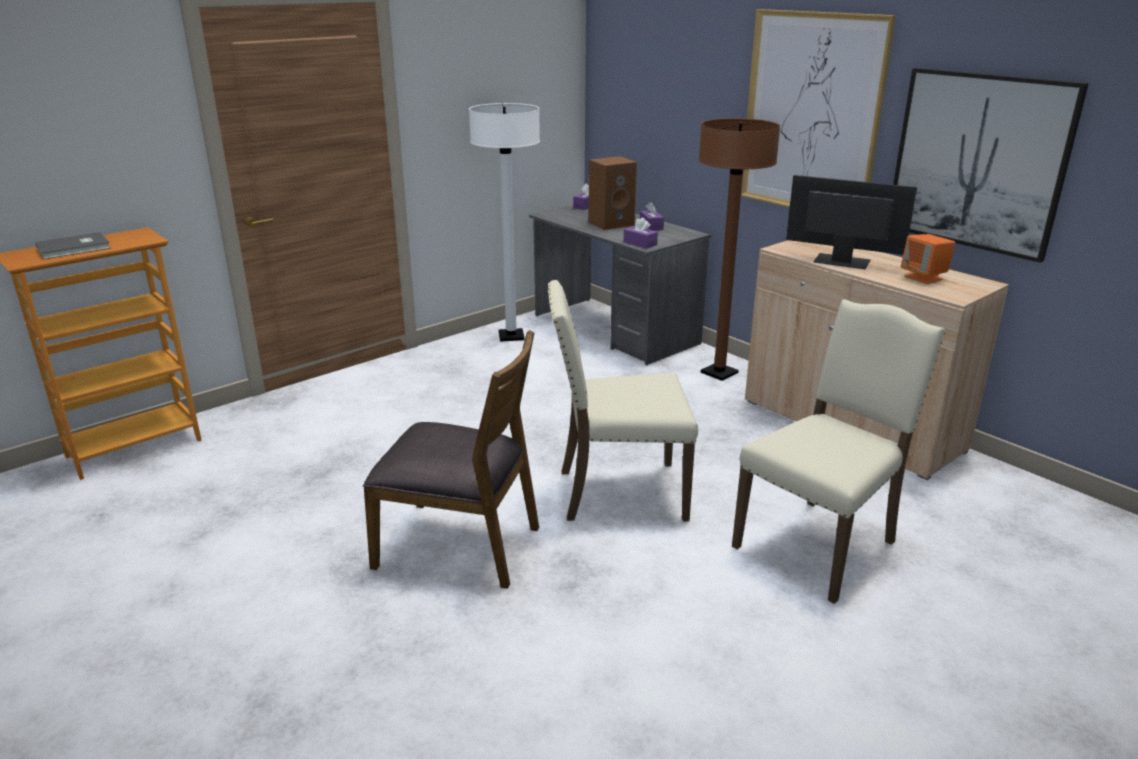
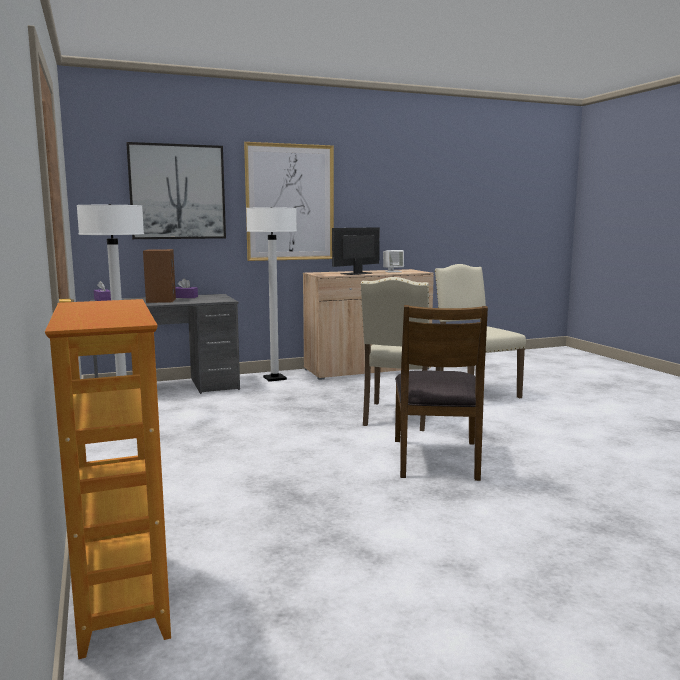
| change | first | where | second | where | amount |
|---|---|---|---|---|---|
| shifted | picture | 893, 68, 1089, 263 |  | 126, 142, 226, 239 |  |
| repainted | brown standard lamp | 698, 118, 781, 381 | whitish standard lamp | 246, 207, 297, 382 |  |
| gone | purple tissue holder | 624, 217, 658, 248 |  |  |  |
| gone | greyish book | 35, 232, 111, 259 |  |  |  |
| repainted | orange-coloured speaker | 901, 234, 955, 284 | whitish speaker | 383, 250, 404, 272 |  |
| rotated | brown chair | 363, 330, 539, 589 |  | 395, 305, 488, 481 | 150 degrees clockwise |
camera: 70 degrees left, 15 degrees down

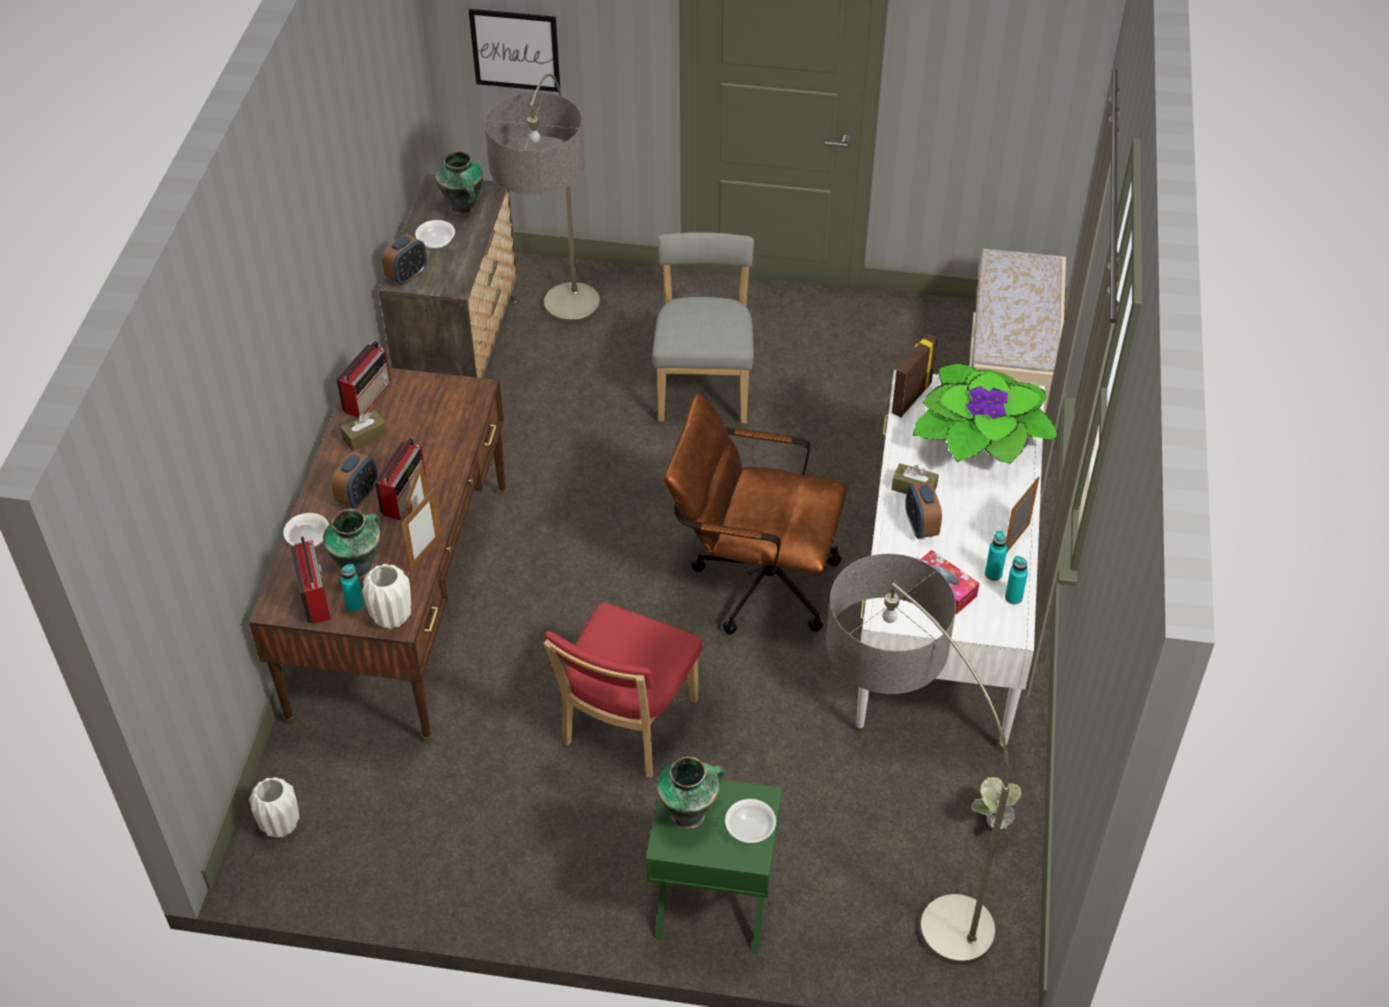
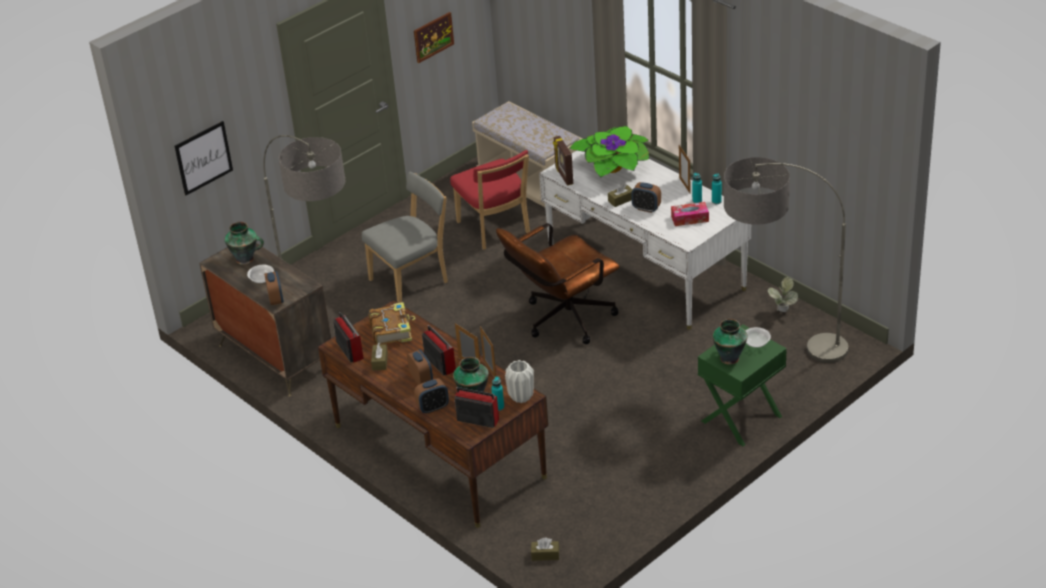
| change | first | where | second | where | amount |
|---|---|---|---|---|---|
| rotated | greyish chair | 652, 232, 754, 423 |  | 362, 172, 448, 303 | 105 degrees clockwise |
| swapped | bowl | 283, 513, 329, 547 | alarm clock | 414, 378, 449, 414 |  |
| shifted | reddish chair | 544, 602, 702, 777 |  | 450, 150, 530, 250 |  |
| swapped | whitish flower vase | 249, 777, 299, 838 | brown tissue holder | 531, 538, 559, 561 |  |
| new |  |  | picture | 414, 12, 454, 63 |  |
| new |  |  | book | 369, 302, 416, 345 |  |
camera: 50 degrees left, 10 degrees down

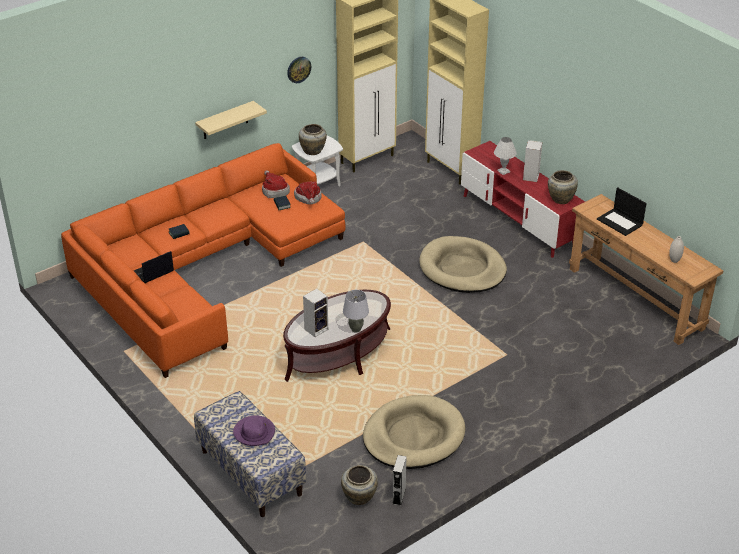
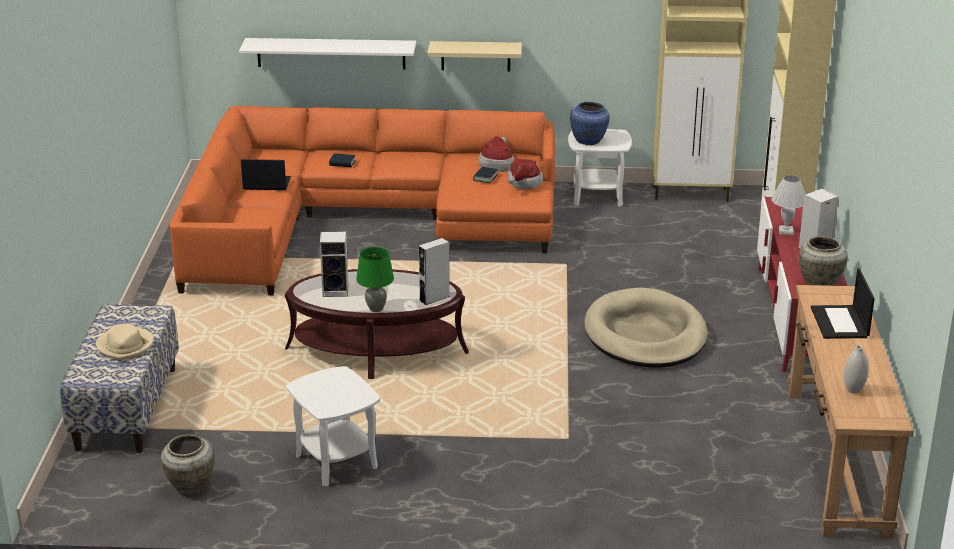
| change | first | where | second | where | amount |
|---|---|---|---|---|---|
| gone | clock on the wall | 287, 57, 311, 83 |  |  |  |
| repainted | sand-coloured flower vase | 299, 124, 327, 155 | blue flower vase | 570, 102, 610, 145 |  |
| repainted | greyish lamp for a table | 343, 290, 369, 332 | green lamp for a table | 356, 247, 394, 312 |  |
| swapped | sand-coloured pet bed | 363, 395, 465, 469 | whitish side table | 286, 366, 380, 486 |  |
| repainted | purple clothing hat | 233, 415, 275, 446 | sand-coloured clothing hat | 96, 324, 154, 360 |  |
| shifted | greyish speaker | 392, 455, 407, 506 |  | 419, 238, 450, 305 |  |
| new |  |  | whitish shelf | 239, 38, 416, 69 |  |
camera: 40 degrees right, 10 degrees down

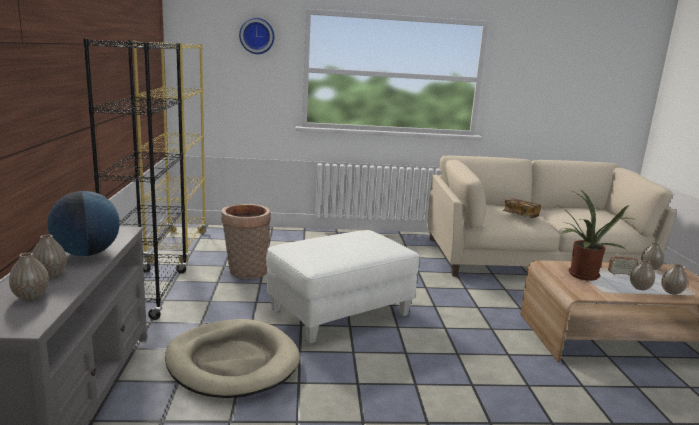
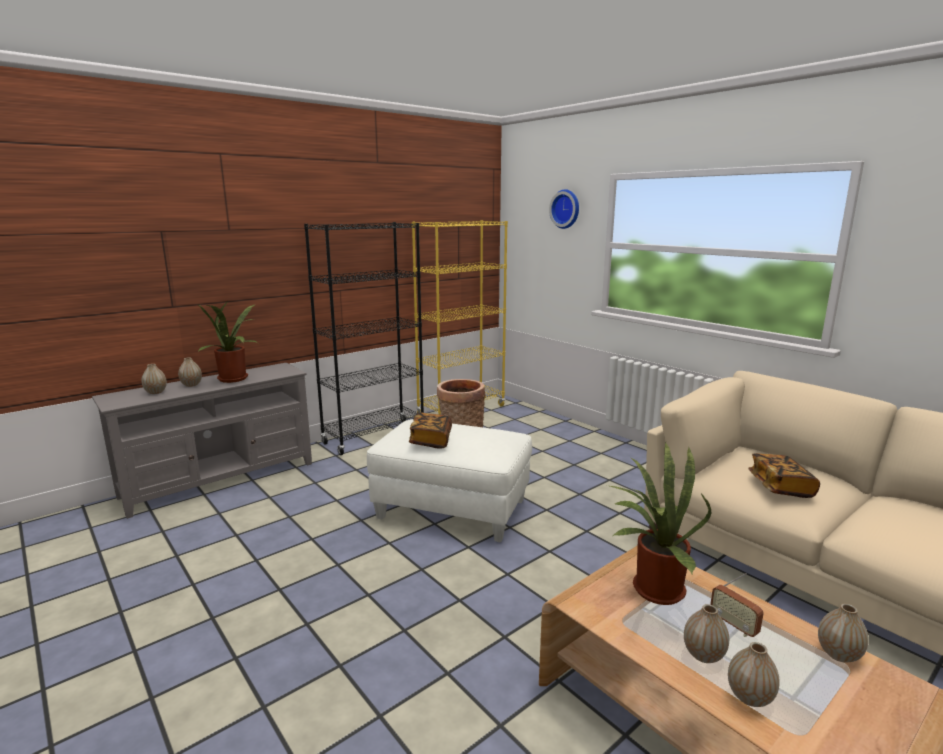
| change | first | where | second | where | amount |
|---|---|---|---|---|---|
| swapped | desk globe | 47, 191, 120, 256 | houseplant | 198, 301, 258, 383 |  |
| gone | sand-coloured pet bed | 165, 319, 300, 398 |  |  |  |
| new |  |  | book | 409, 413, 452, 449 |  |
camera: 55 degrees right, 0 degrees up

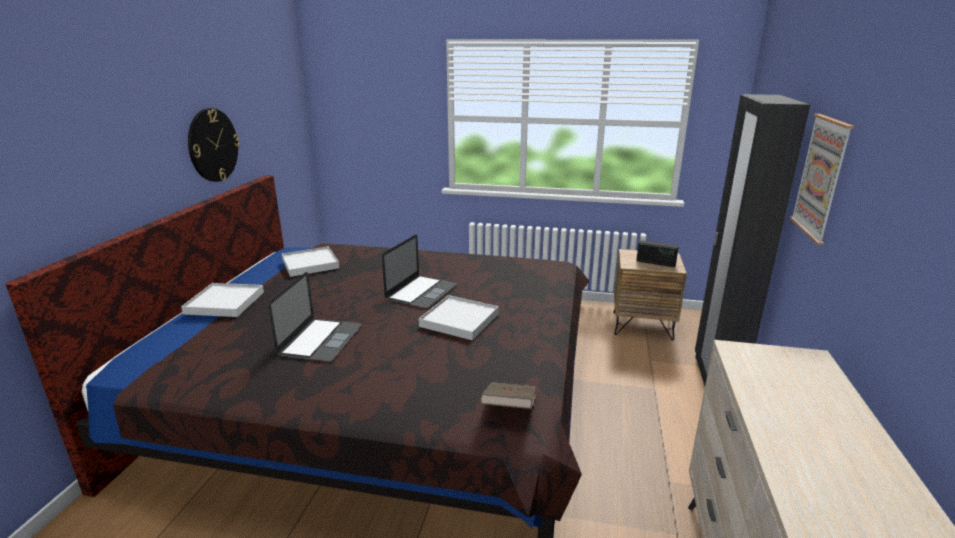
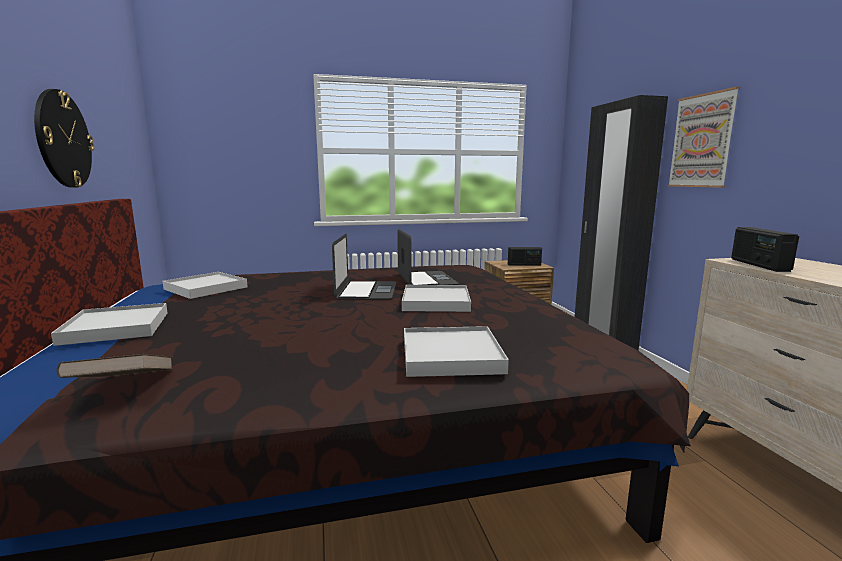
| change | first | where | second | where | amount |
|---|---|---|---|---|---|
| shifted | notebook computer | 268, 272, 362, 362 |  | 397, 229, 459, 285 |  |
| shifted | brown book | 480, 382, 536, 409 |  | 56, 354, 173, 378 |  |
| new |  |  | radio receiver | 731, 227, 799, 272 |  |
| new |  |  | whitish tray | 404, 326, 509, 377 |  |
camera: 25 degrees left, 10 degrees down

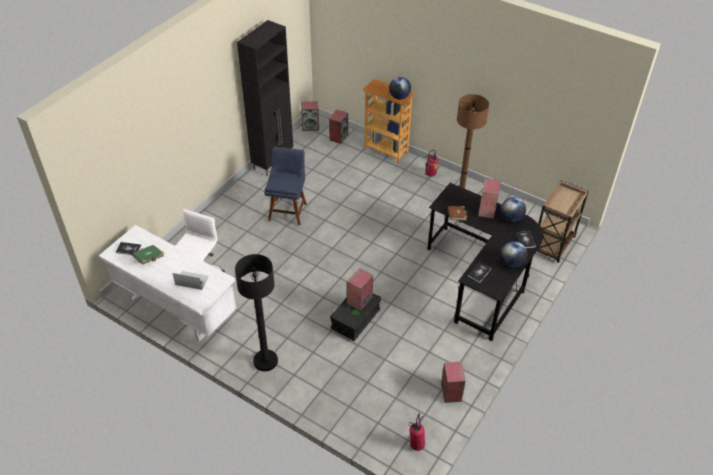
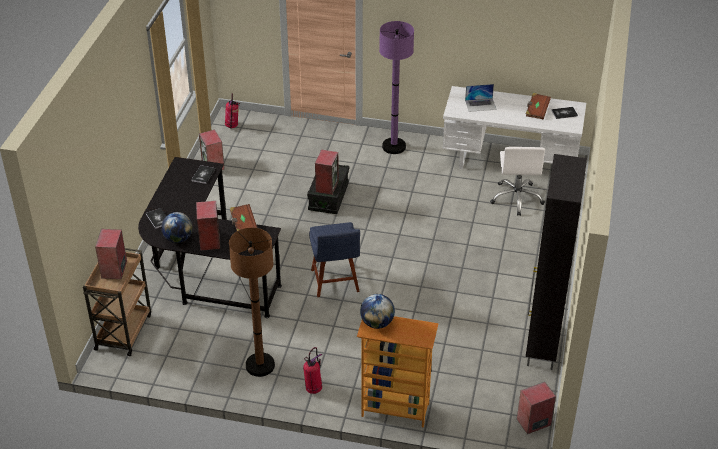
| change | first | where | second | where | amount |
|---|---|---|---|---|---|
| shifted | speaker | 329, 109, 348, 144 |  | 95, 229, 127, 279 |  |
| shifted | blue chair | 264, 147, 307, 225 |  | 309, 222, 360, 297 |  |
| gone | desk globe | 501, 241, 527, 268 |  |  |  |
| repainted | green book | 132, 245, 164, 265 | brown book | 526, 93, 551, 119 |  |
| repainted | black-coloured standard lamp | 235, 254, 278, 371 | purple standard lamp | 379, 21, 414, 154 |  |
camera: 160 degrees right, 5 degrees down

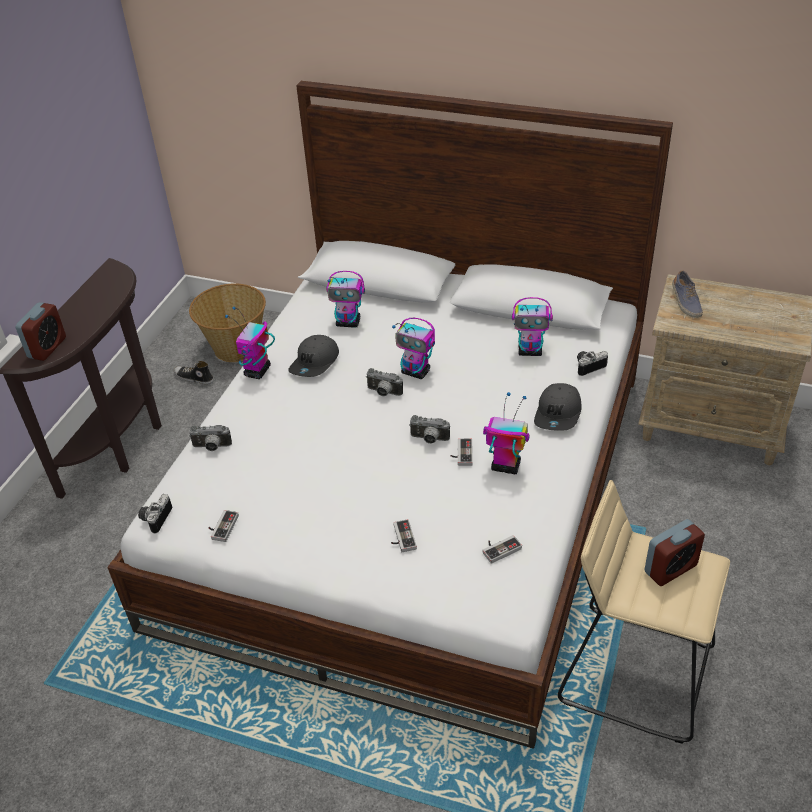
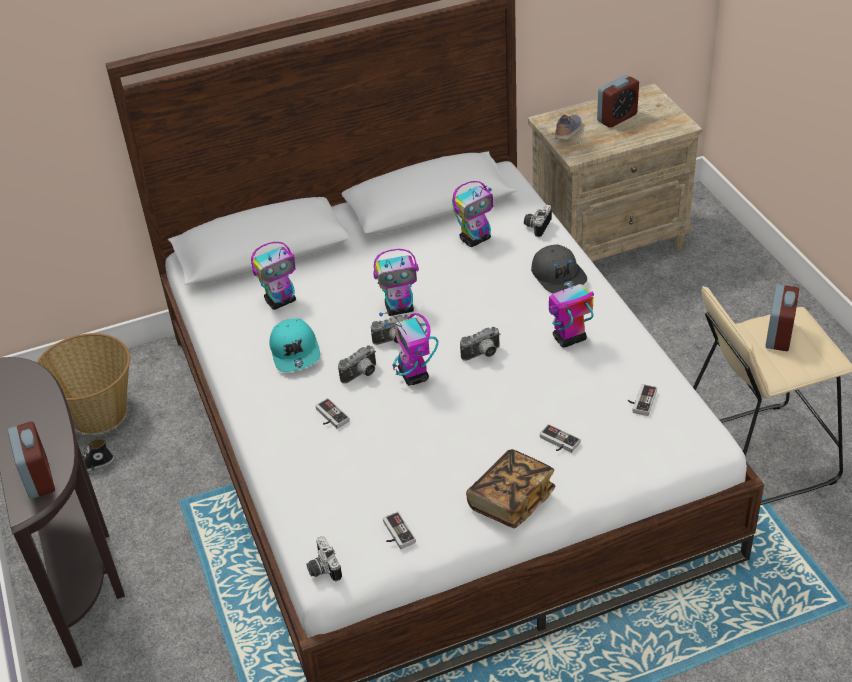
| change | first | where | second | where | amount |
|---|---|---|---|---|---|
| rotated | item of footwear | 672, 270, 703, 318 |  | 555, 115, 583, 139 | 105 degrees counterclockwise |
| shifted | toy robot | 225, 307, 275, 379 |  | 379, 313, 438, 385 |  |
| repainted | greyish baseball cap | 288, 335, 339, 377 | turquoise-coloured baseball cap | 269, 319, 320, 372 |  |
| shifted | still camera | 189, 425, 232, 451 |  | 338, 345, 376, 384 |  |
| shifted | gamepad | 451, 439, 473, 466 |  | 316, 398, 350, 429 |  |
| new |  |  | alarm clock | 597, 75, 639, 128 |  |
| new |  |  | book | 466, 449, 555, 528 |  |
camera: 40 degrees left, 0 degrees up

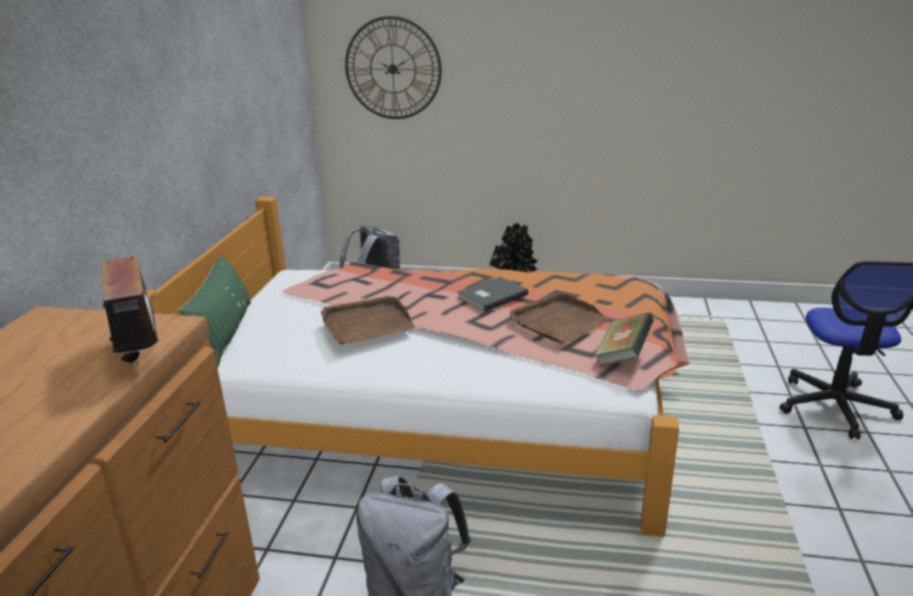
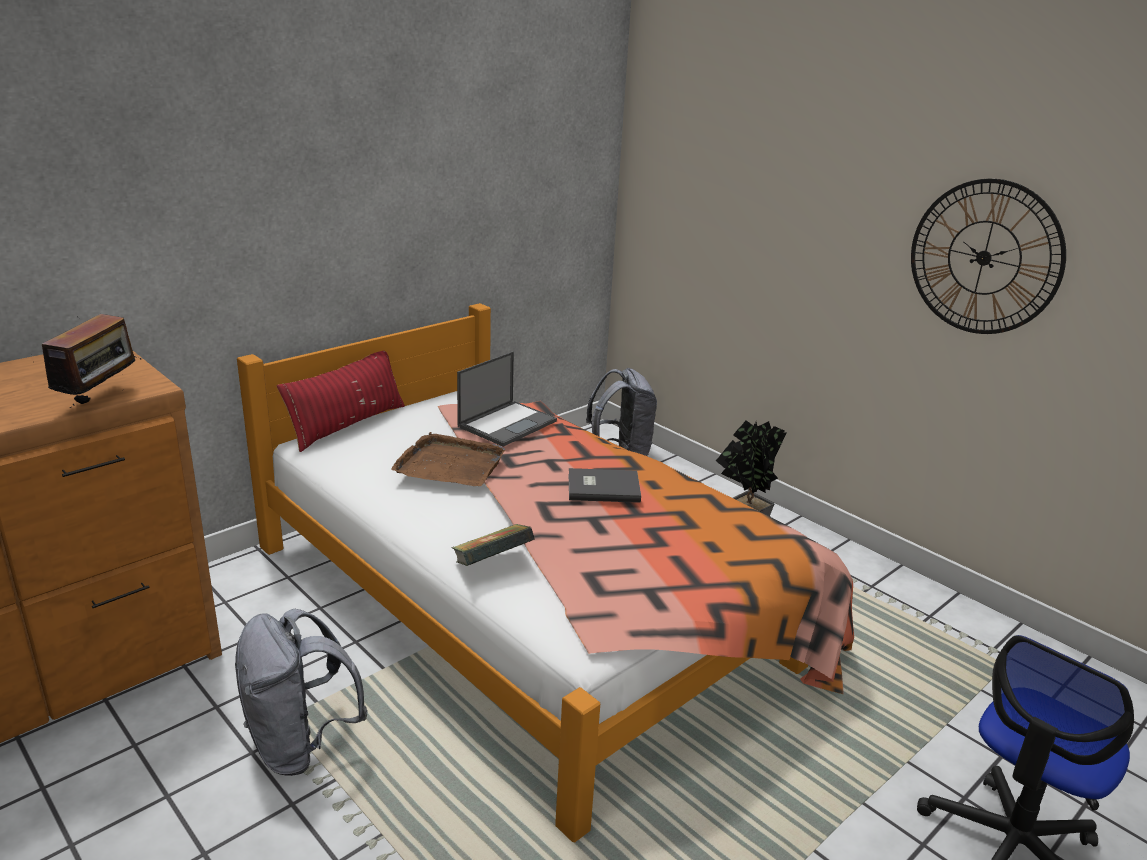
| change | first | where | second | where | amount |
|---|---|---|---|---|---|
| shifted | clock on the wall | 345, 16, 442, 119 |  | 911, 179, 1066, 334 |  |
| repainted | green cushion | 178, 256, 251, 368 | reddish cushion | 277, 351, 405, 452 |  |
| gone | brown tray | 510, 293, 610, 344 |  |  |  |
| shifted | book | 594, 313, 654, 366 |  | 451, 524, 535, 566 |  |
| new |  |  | notebook computer | 457, 351, 557, 447 |  |
camera: 35 degrees right, 0 degrees up

